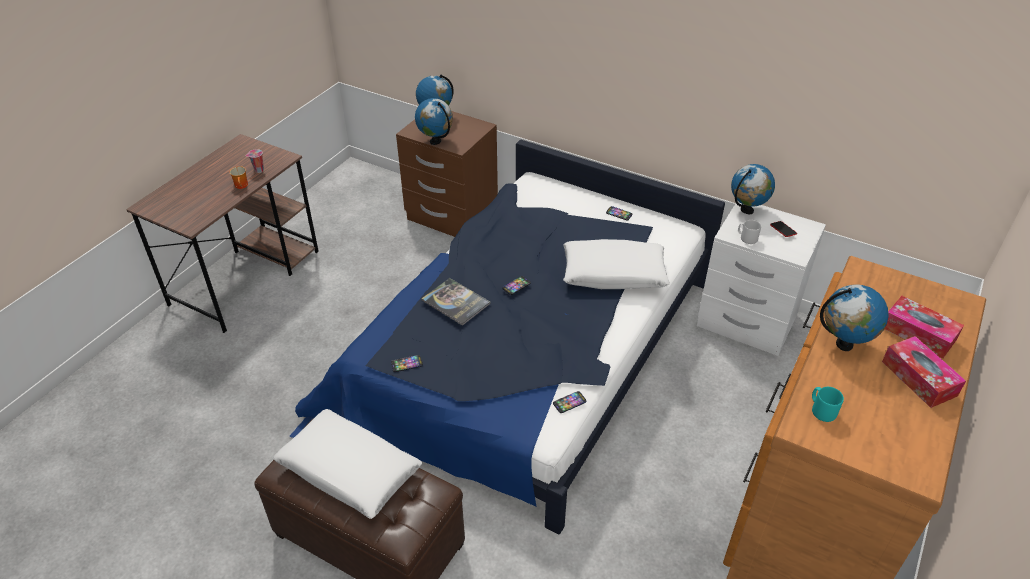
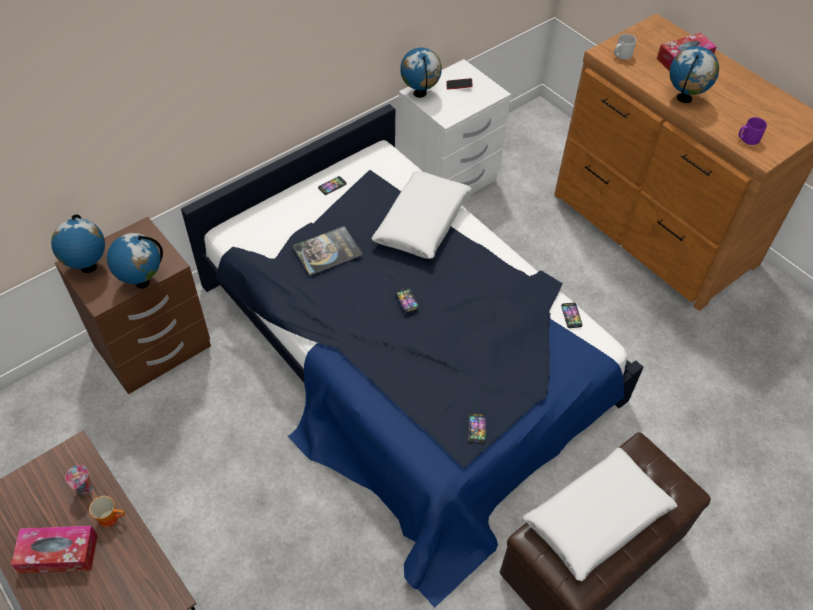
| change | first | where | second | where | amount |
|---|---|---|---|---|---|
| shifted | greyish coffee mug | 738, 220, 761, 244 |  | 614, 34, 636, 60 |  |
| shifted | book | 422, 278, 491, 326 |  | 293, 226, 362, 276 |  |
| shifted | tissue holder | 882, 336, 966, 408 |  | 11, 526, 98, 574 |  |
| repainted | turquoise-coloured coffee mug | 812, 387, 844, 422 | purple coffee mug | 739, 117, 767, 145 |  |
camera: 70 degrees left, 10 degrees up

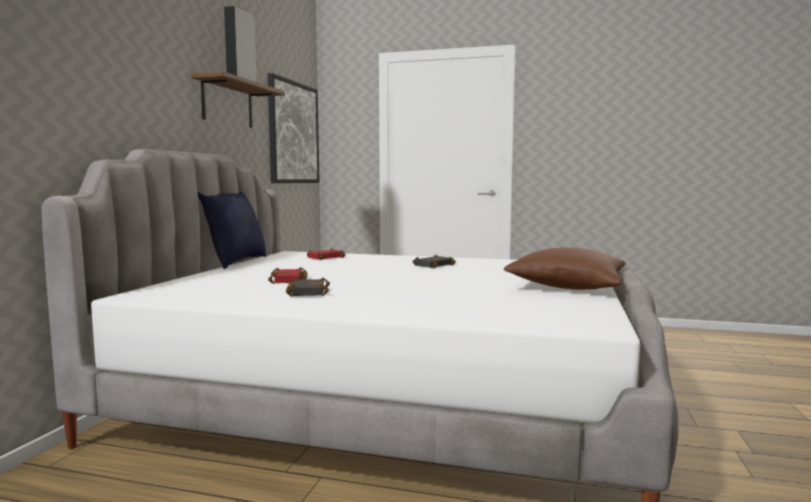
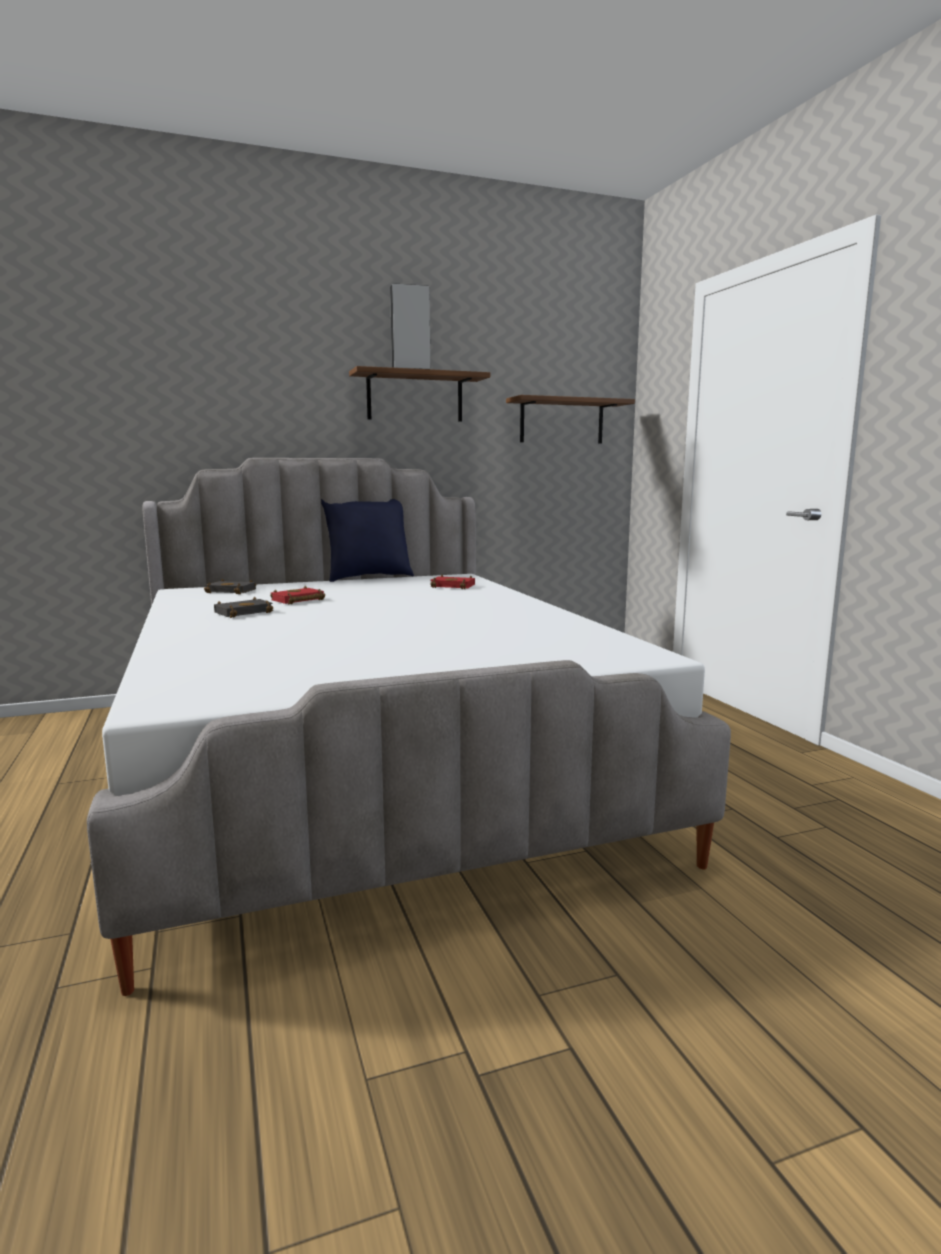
| change | first | where | second | where | amount |
|---|---|---|---|---|---|
| swapped | picture | 268, 73, 320, 183 | shelf | 506, 395, 635, 443 |  |
| gone | brown cushion | 503, 247, 626, 290 |  |  |  |
| shifted | black-coloured book | 412, 255, 456, 268 |  | 204, 579, 256, 594 |  |
camera: 55 degrees right, 5 degrees up

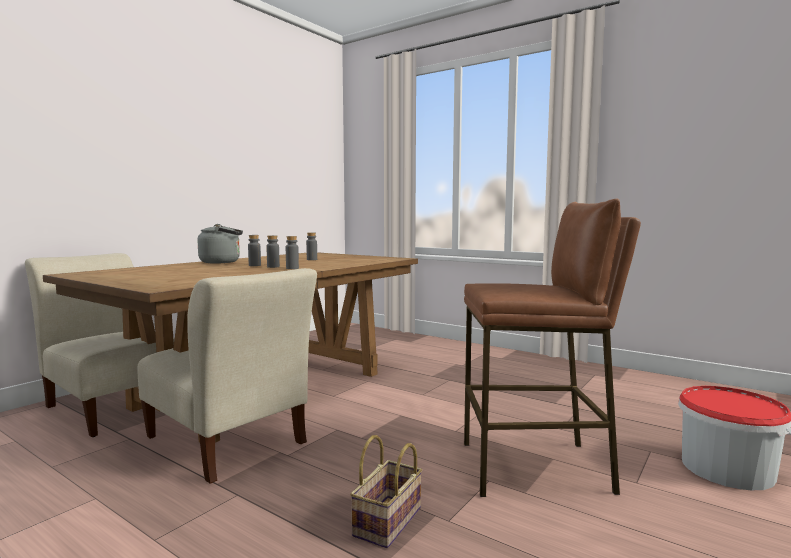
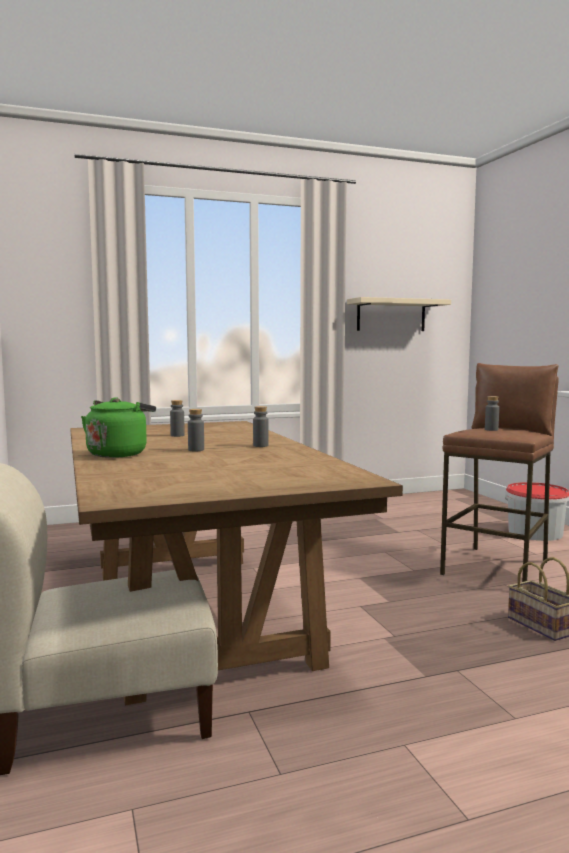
| change | first | where | second | where | amount |
|---|---|---|---|---|---|
| repainted | greyish tea kettle | 197, 224, 243, 263 | green tea kettle | 81, 397, 156, 458 |  |
| shifted | greyish beverage bottle | 266, 235, 280, 268 |  | 485, 396, 499, 431 |  |
| gone | sand-coloured chair | 137, 268, 317, 484 |  |  |  |
| new |  |  | sand-coloured shelf | 347, 297, 451, 331 |  |
camera: 55 degrees left, 0 degrees up

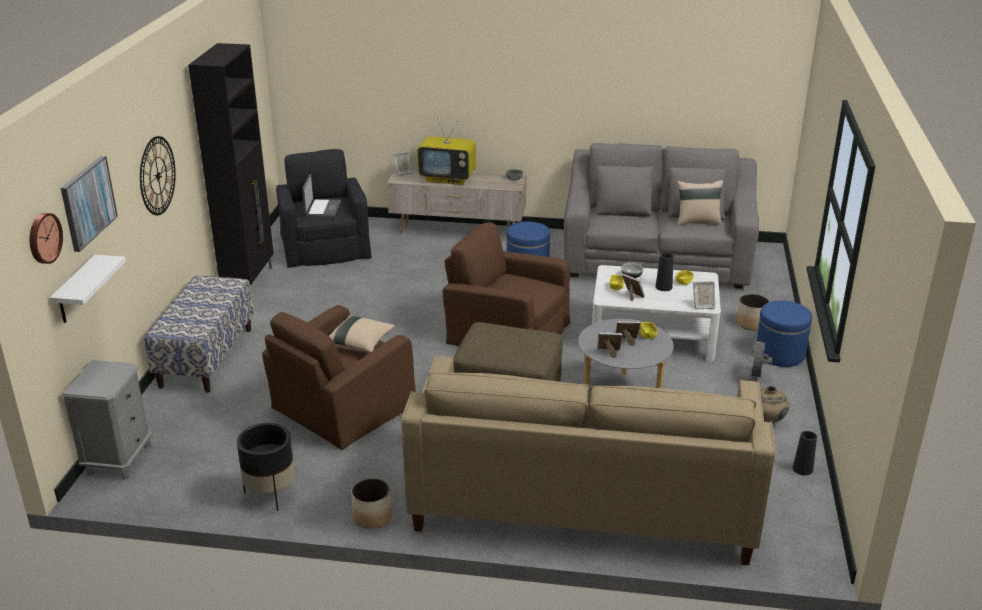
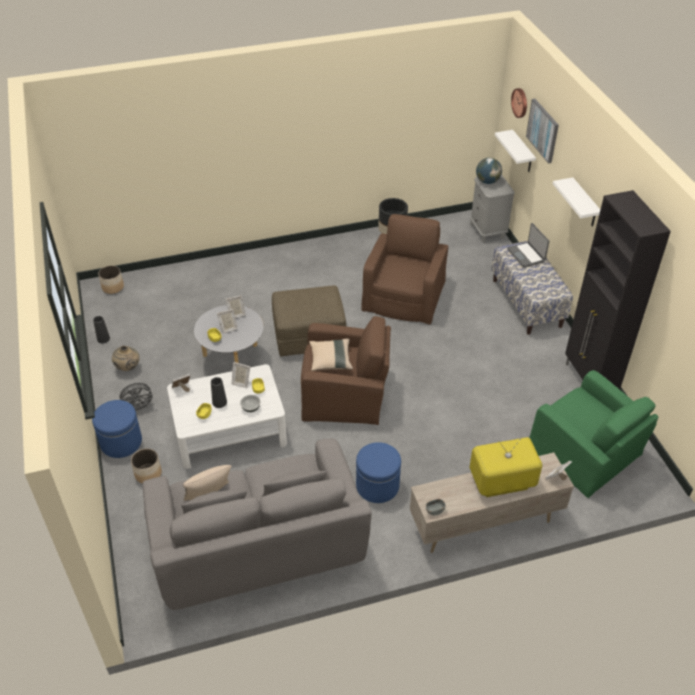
| change | first | where | second | where | amount |
|---|---|---|---|---|---|
| swapped | clock on the wall | 140, 136, 176, 215 | whitish shelf | 553, 177, 600, 226 |  |
| repainted | black-coloured lounge chair | 276, 149, 371, 268 | green lounge chair | 529, 370, 658, 498 |  |
| shifted | notebook computer | 302, 174, 341, 218 |  | 507, 223, 549, 268 |  |
| shifted | sand-coloured cushion | 329, 315, 395, 353 |  | 309, 339, 353, 371 |  |
| rotated | greyish fan | 748, 336, 772, 381 |  | 119, 383, 155, 413 | 75 degrees clockwise |
| gone | sand-coloured settee | 401, 355, 776, 565 |  |  |  |
| shifted | plant pot | 351, 478, 392, 529 |  | 98, 266, 124, 294 |  |
| new |  |  | desk globe | 476, 158, 502, 184 |  |
camera: 155 degrees right, 15 degrees up

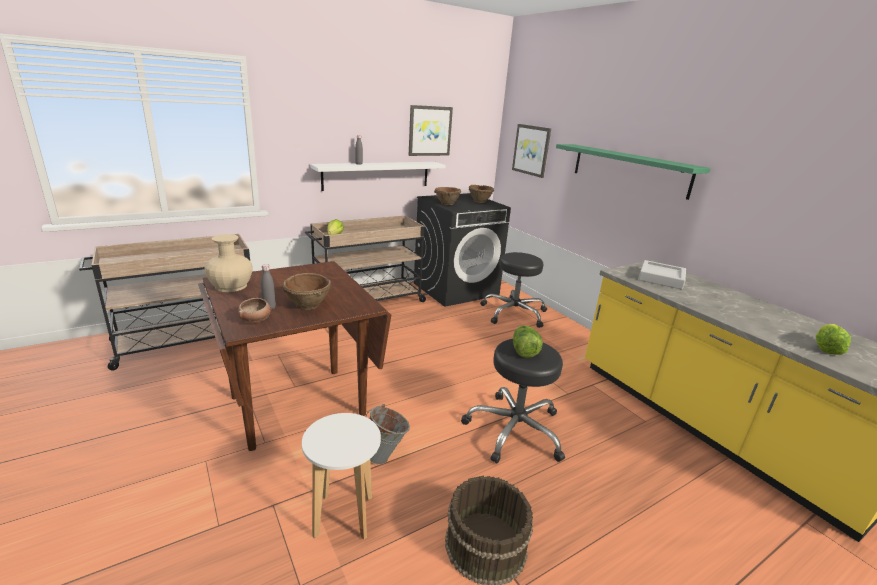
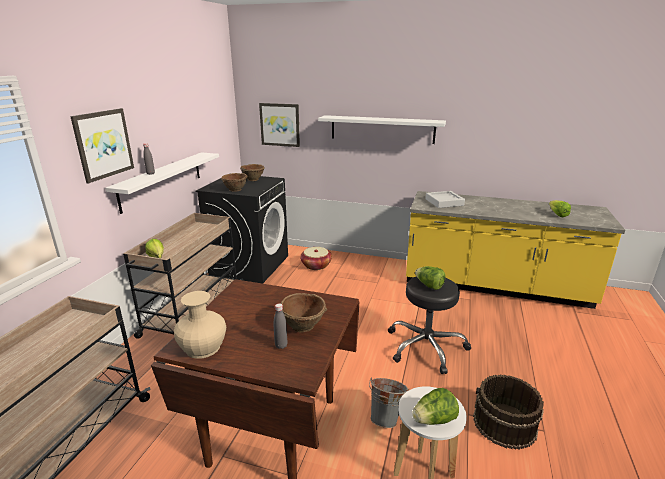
| change | first | where | second | where | amount |
|---|---|---|---|---|---|
| shifted | picture | 409, 105, 453, 156 |  | 70, 108, 134, 183 |  |
| repainted | green shelf | 556, 144, 711, 200 | whitish shelf | 318, 115, 446, 144 |  |
| swapped | black-coloured stool seat | 480, 252, 547, 328 | household basket | 300, 247, 332, 270 |  |
| gone | bowl | 238, 298, 271, 323 |  |  |  |
| new |  |  | lettuce | 412, 388, 459, 425 |  |
camera: 40 degrees left, 0 degrees up

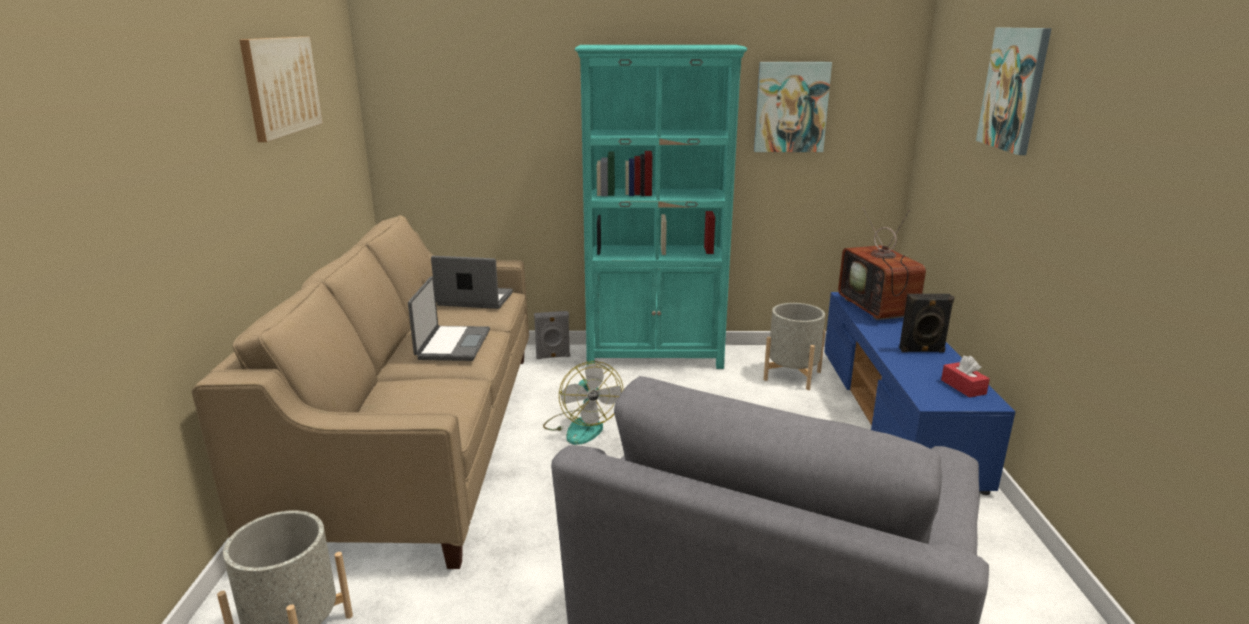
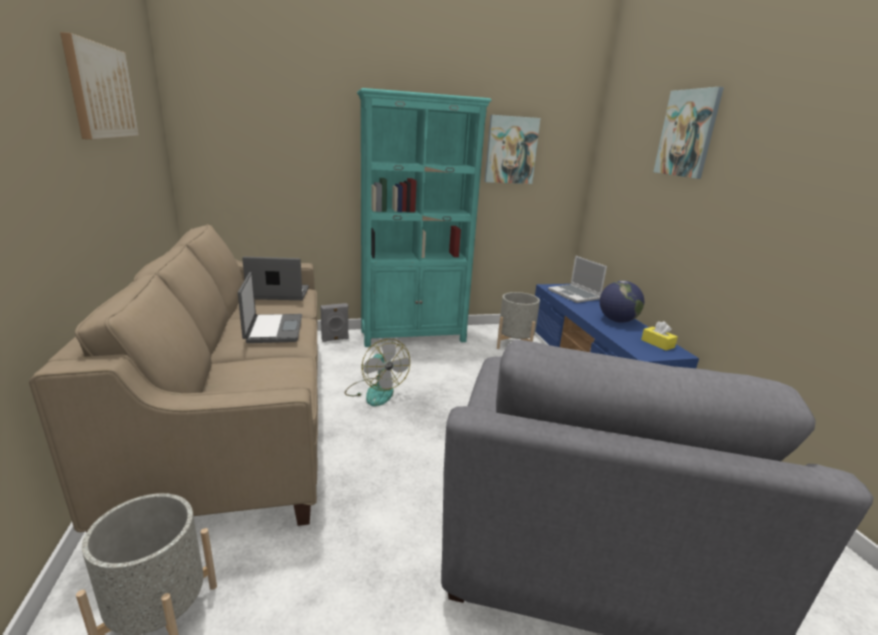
| change | first | where | second | where | amount |
|---|---|---|---|---|---|
| swapped | TV | 838, 208, 926, 320 | notebook computer | 548, 256, 607, 303 |  |
| swapped | black-coloured speaker | 899, 294, 955, 352 | desk globe | 600, 280, 644, 323 |  |
| repainted | reddish tissue holder | 941, 356, 990, 398 | yellow tissue holder | 641, 321, 678, 351 |  |
camera: 15 degrees left, 0 degrees up

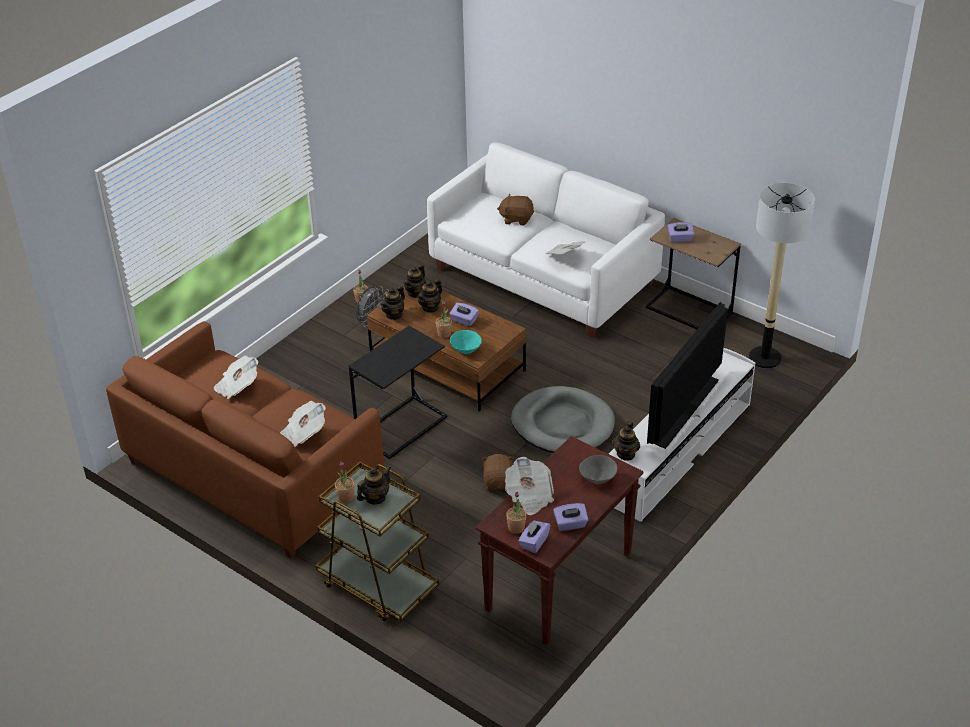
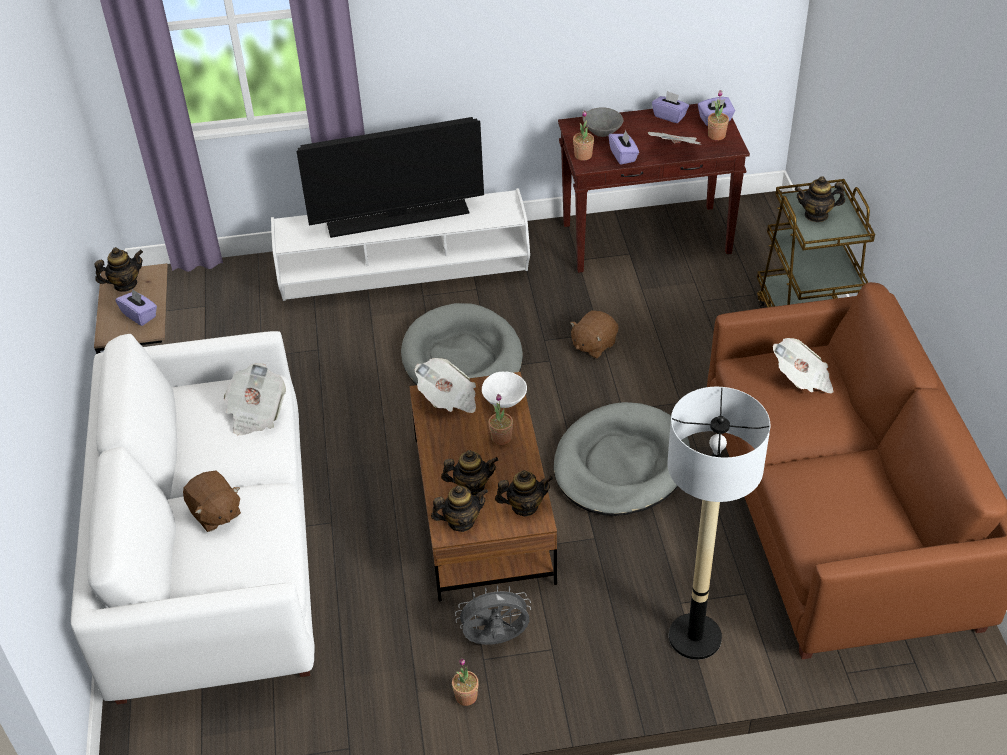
| change | first | where | second | where | amount |
|---|---|---|---|---|---|
| shifted | standard lamp | 749, 183, 815, 368 |  | 667, 387, 770, 660 |  |
| shifted | purple tissue holder | 450, 303, 479, 326 |  | 608, 130, 639, 165 |  |
| swapped | black-coloured side table | 348, 326, 447, 459 | greyish pet bed | 554, 402, 690, 516 |  |
| repainted | turquoise-coloured bowl | 450, 330, 482, 354 | whitish bowl | 482, 372, 527, 408 |  |
| shifted | daily paper | 214, 356, 259, 399 |  | 415, 358, 476, 413 |  |
| shifted | teapot | 613, 421, 640, 461 |  | 95, 247, 143, 291 |  |
| shifted | houseplant | 335, 461, 355, 503 |  | 573, 111, 594, 161 |  |
camera: 135 degrees left, 5 degrees up

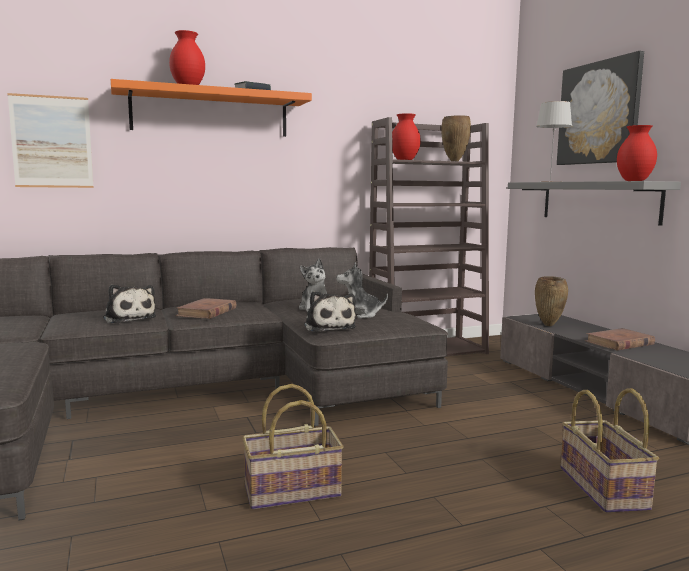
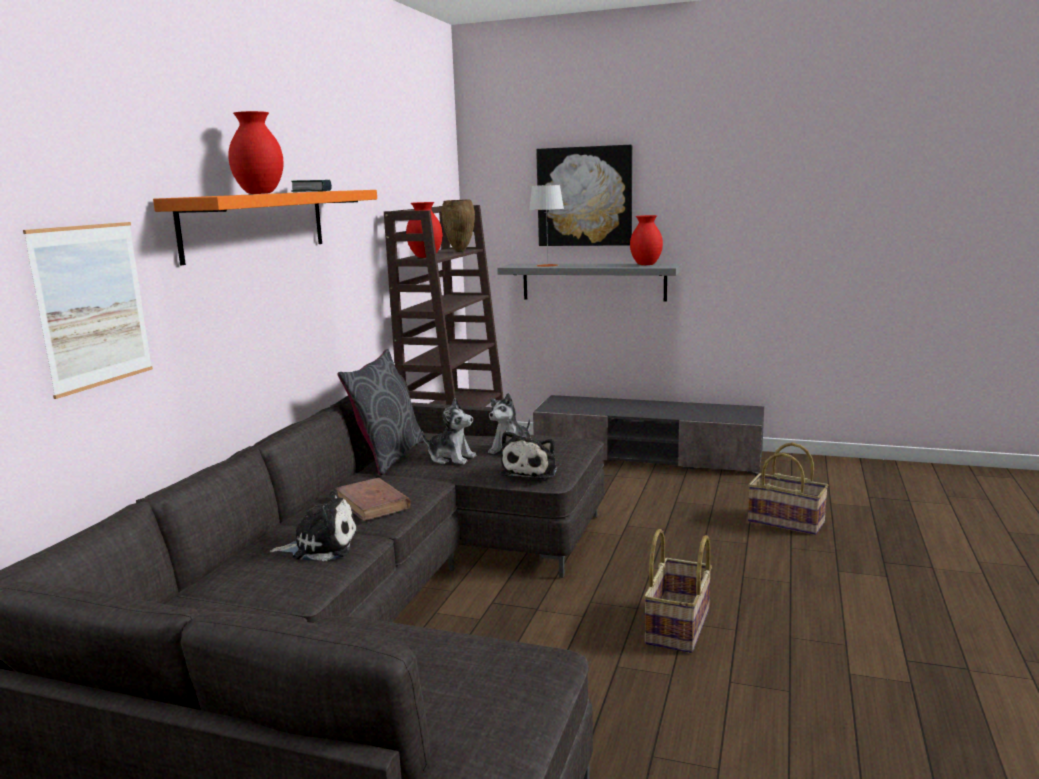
| change | first | where | second | where | amount |
|---|---|---|---|---|---|
| gone | brown flower vase | 535, 277, 568, 326 |  |  |  |
| rotated | plush toy | 304, 291, 356, 332 |  | 501, 431, 557, 479 | 90 degrees clockwise |
| gone | brown book | 585, 328, 655, 351 |  |  |  |
| new |  |  | greyish cushion | 338, 349, 424, 475 |  |
camera: 50 degrees left, 5 degrees up

